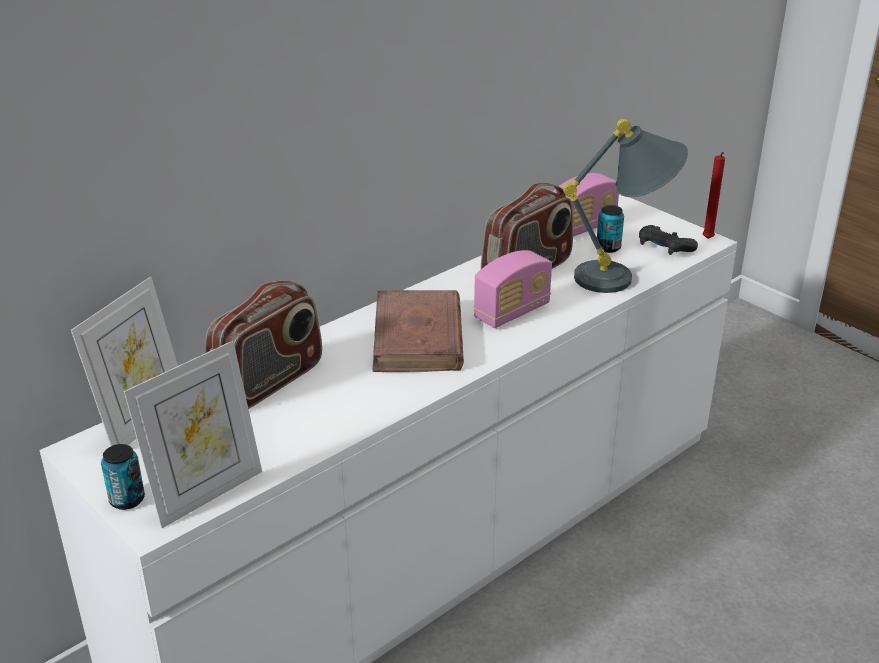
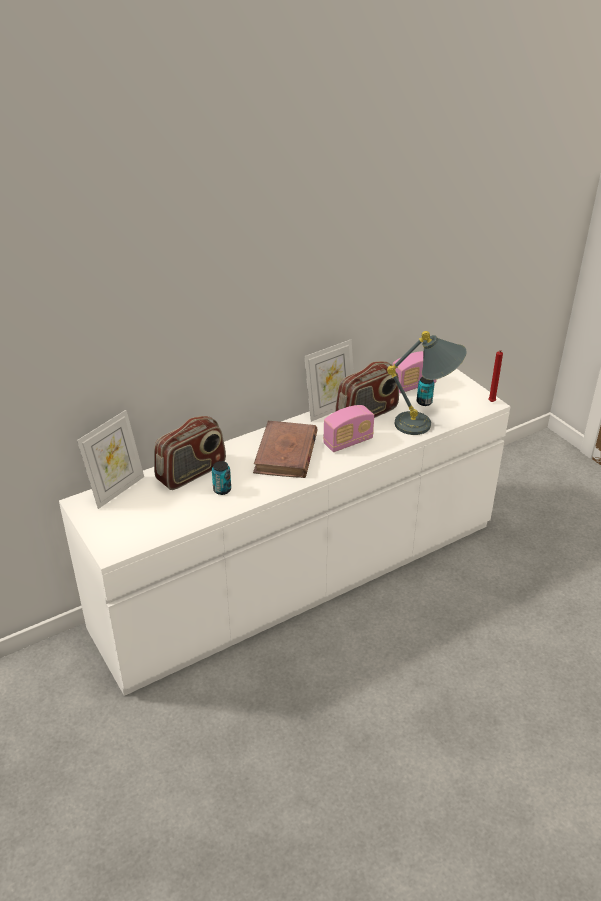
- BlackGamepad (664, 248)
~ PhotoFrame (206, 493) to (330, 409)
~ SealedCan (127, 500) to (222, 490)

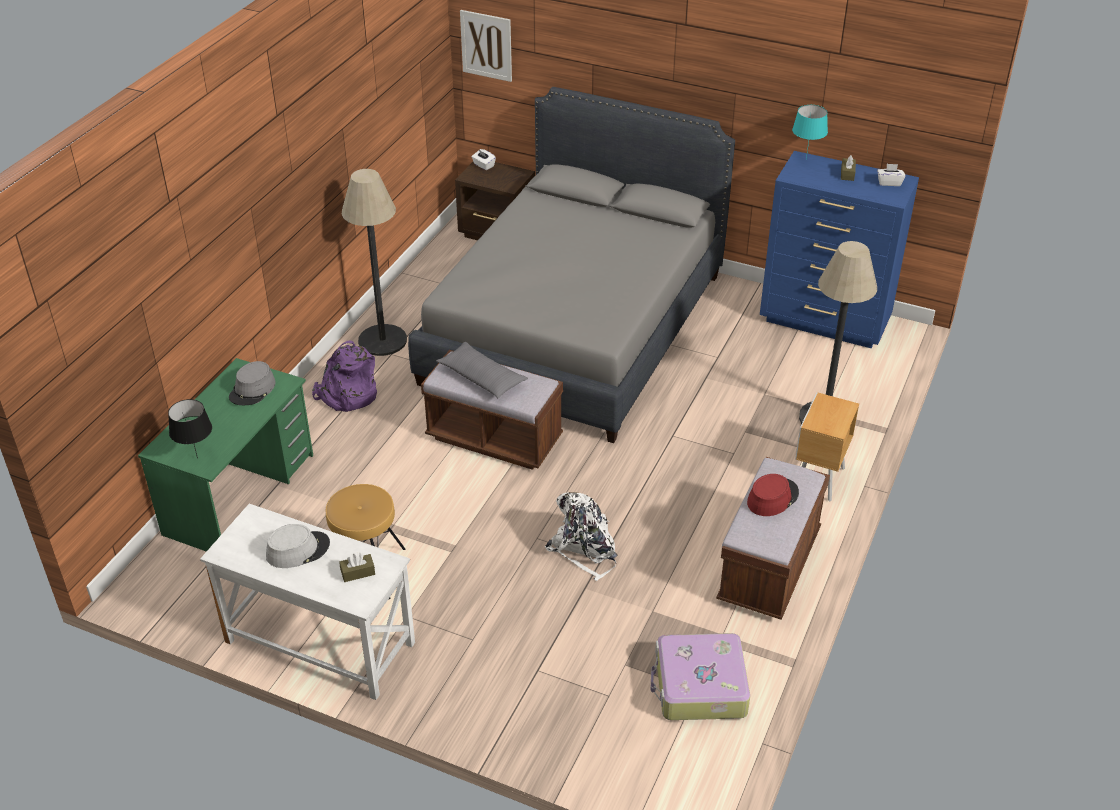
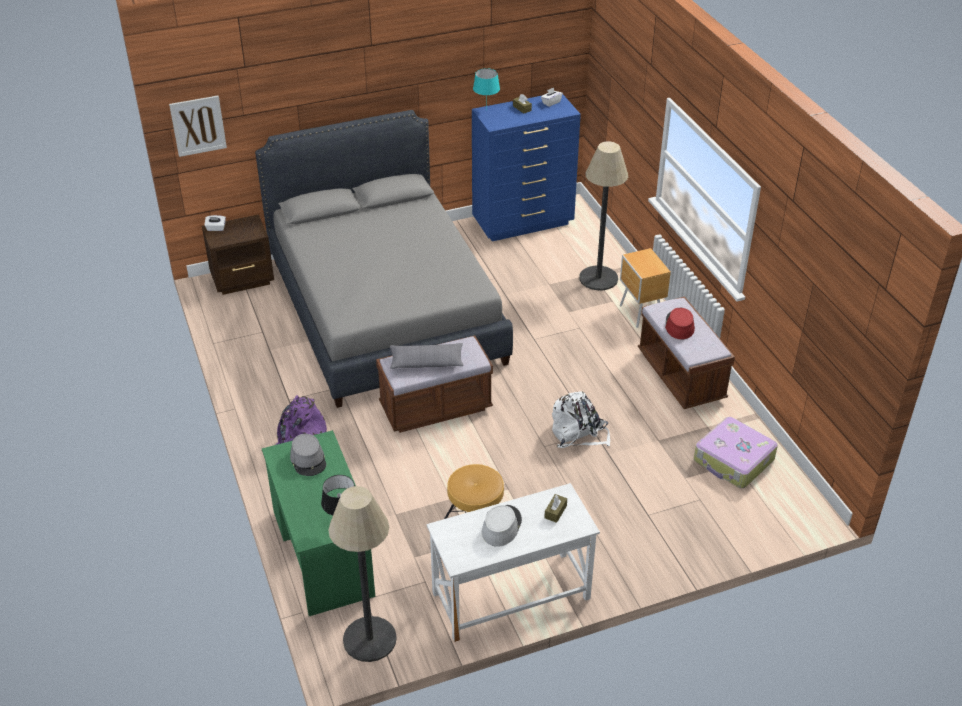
~ StandardLamp (382, 340) to (369, 639)

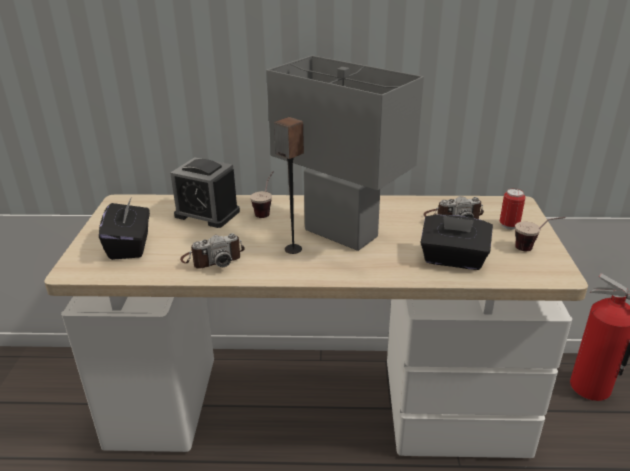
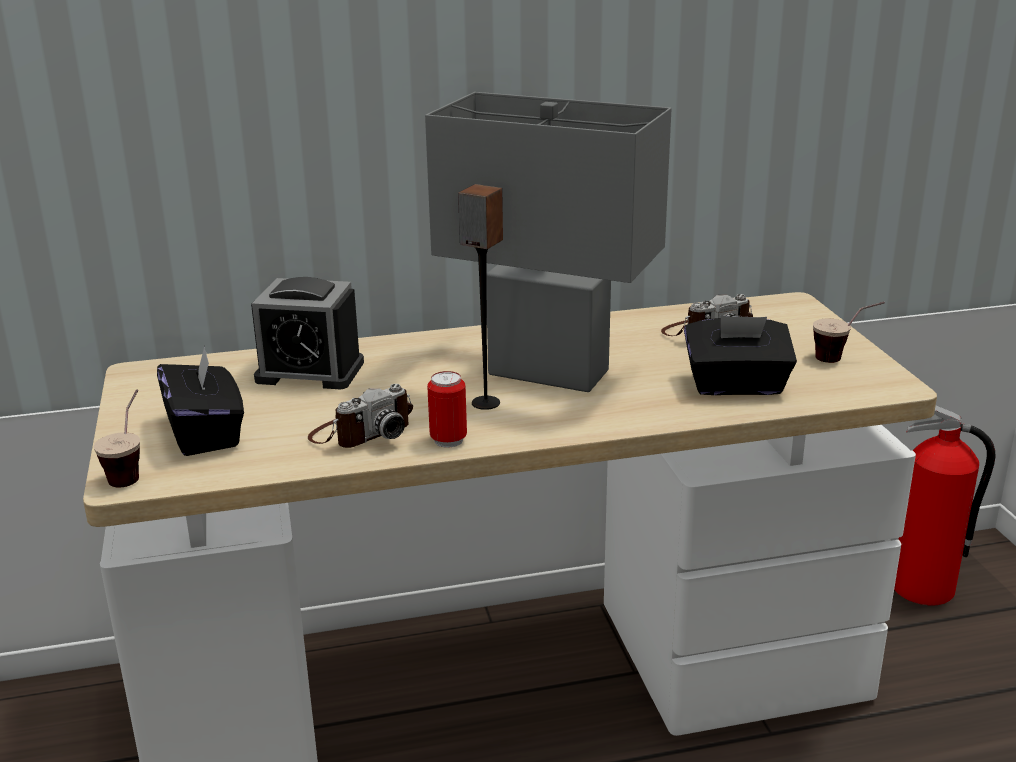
~ Cup (266, 211) to (131, 471)
~ SealedCan (509, 225) to (448, 440)

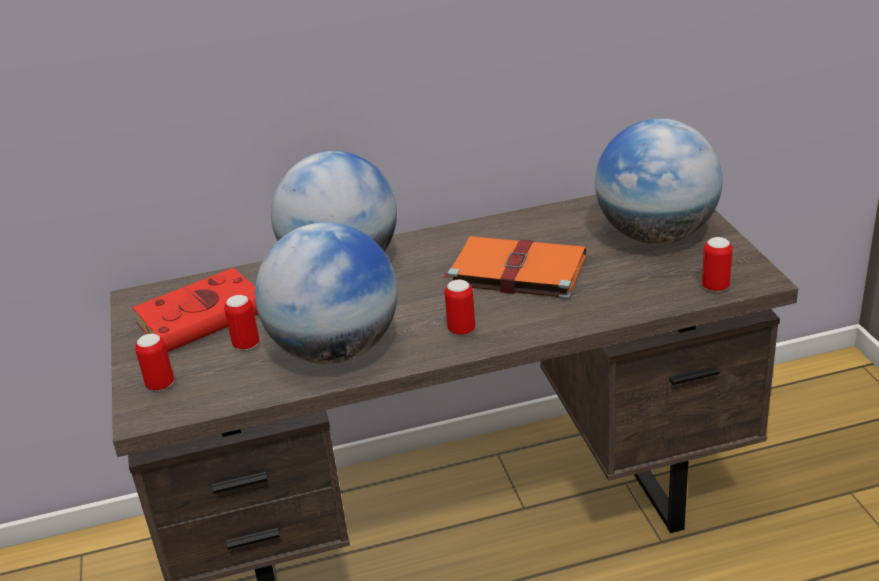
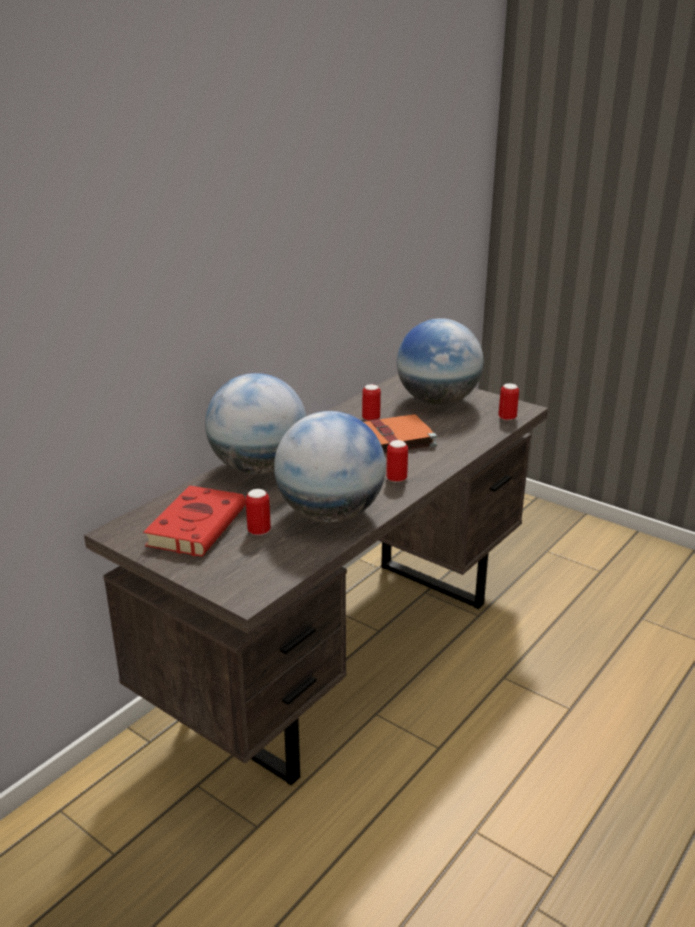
~ SealedCan (160, 385) to (371, 419)

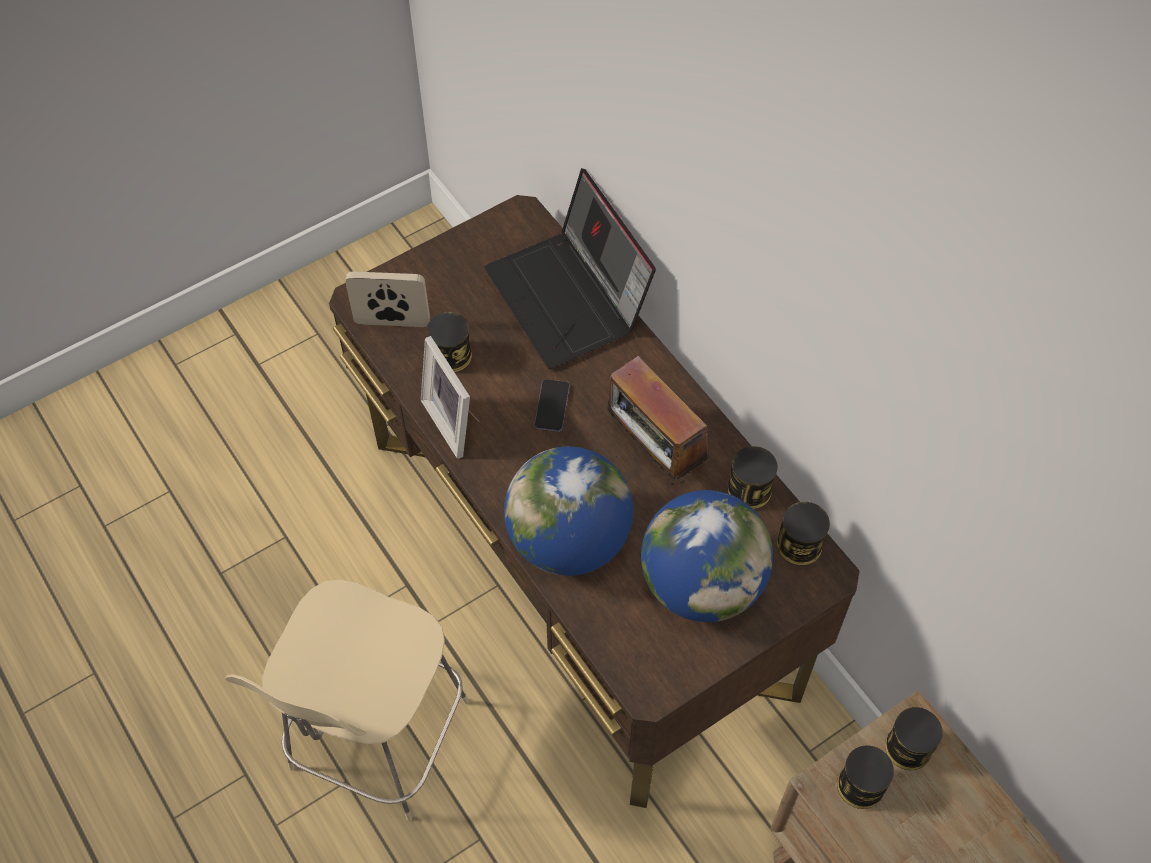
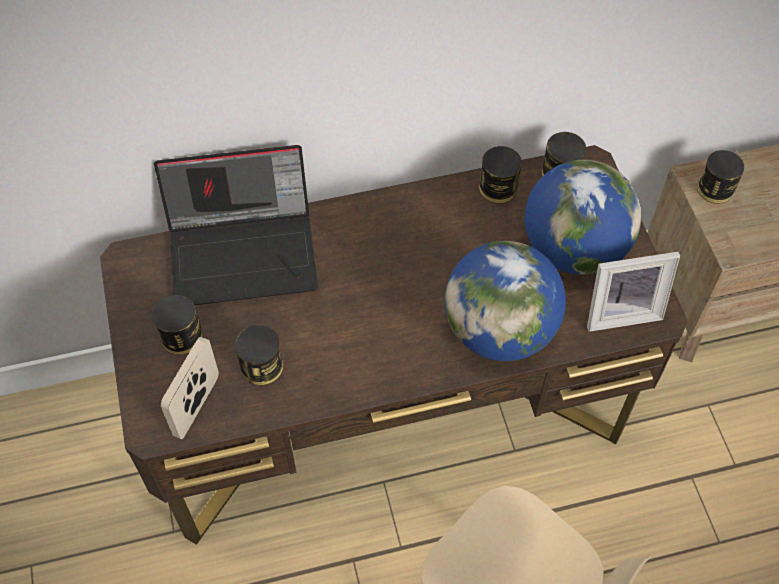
~ PhotoFrame (455, 421) to (620, 311)
- RadioReceiver (653, 451)
- Phone (552, 406)
~ SealedCan (860, 786) to (181, 336)

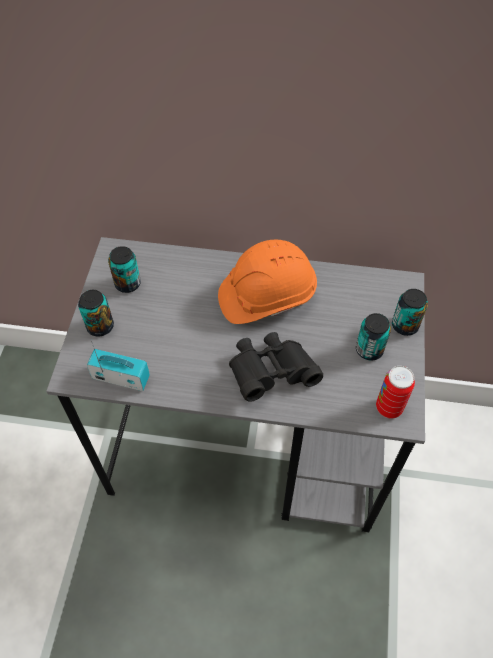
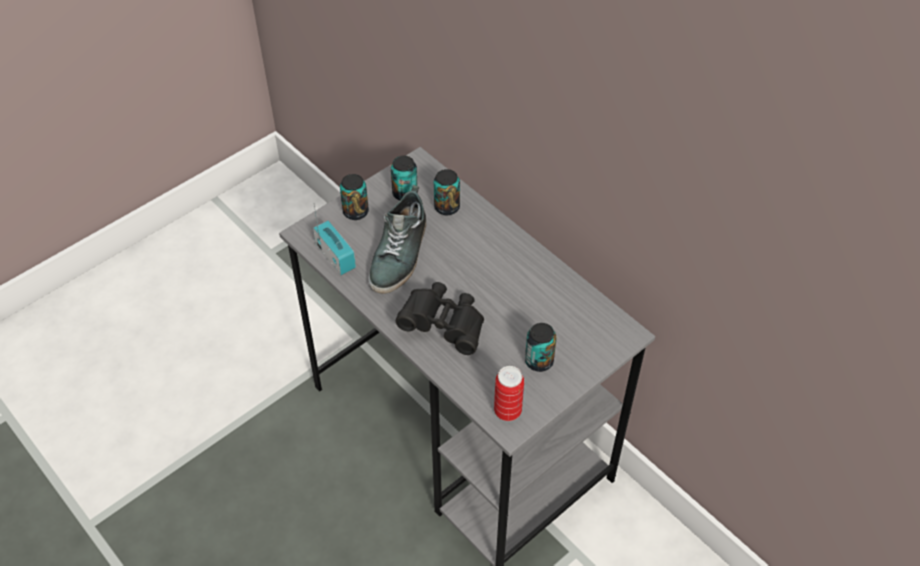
- OrangeColouredHardHat (266, 296)
~ SealedCan (405, 325) to (447, 207)
+ Shoe (400, 254)

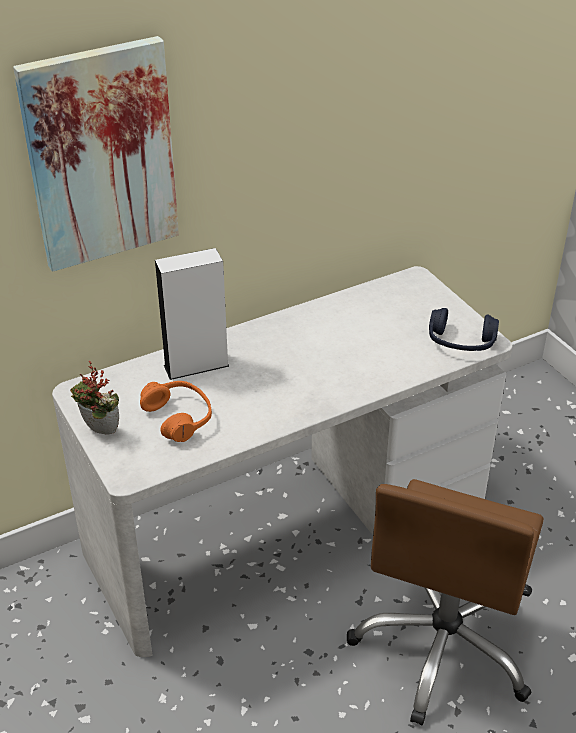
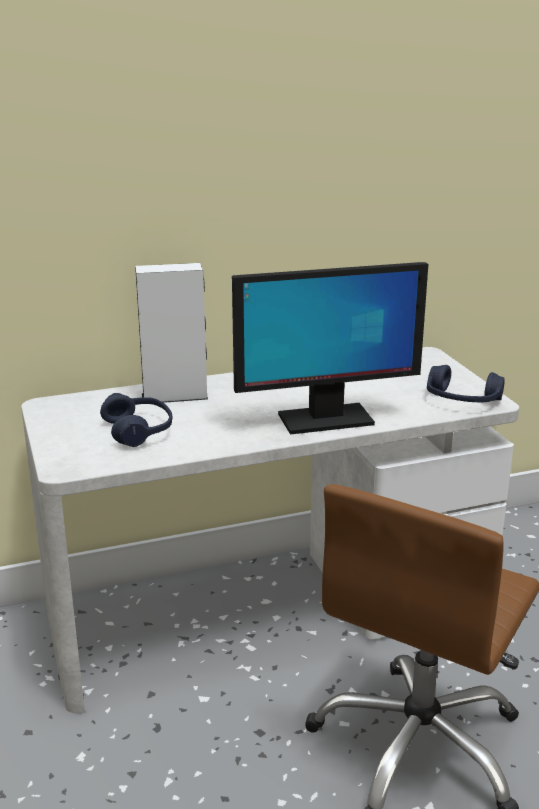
- WallArt (100, 155)
- Houseplant (99, 432)
~ OrangeColouredHeadphones (179, 417) to BluishHeadphones (139, 430)
+ ComputerScreen (324, 420)

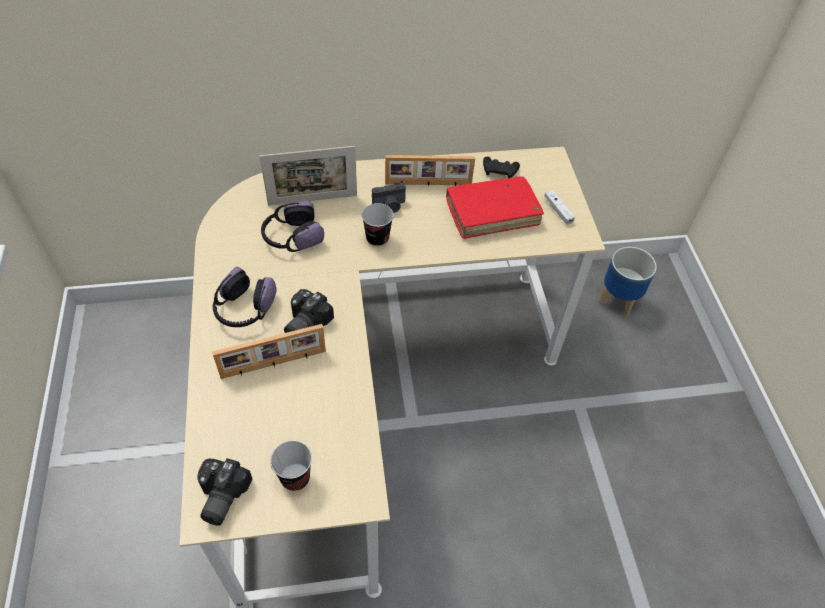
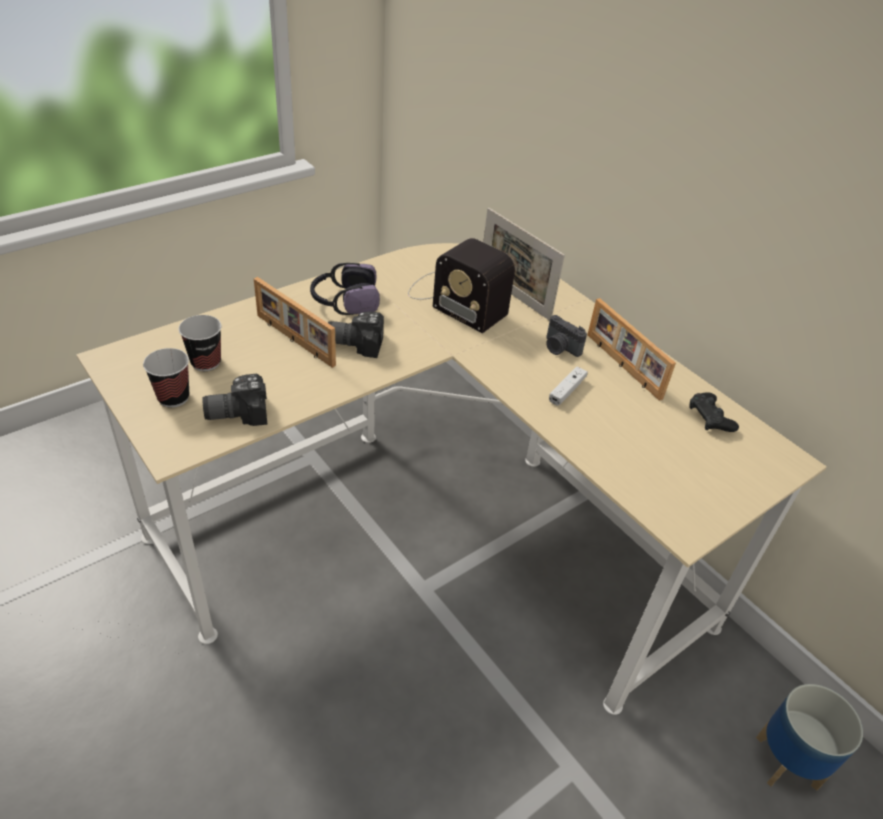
- ReddishVolume (492, 213)
~ WhiteColouredGamepad (558, 210) to (567, 390)
~ Headphones (292, 237) to RadioReceiver (454, 299)
~ Cup (377, 238) to (206, 362)
~ StillCamera (219, 497) to (237, 411)

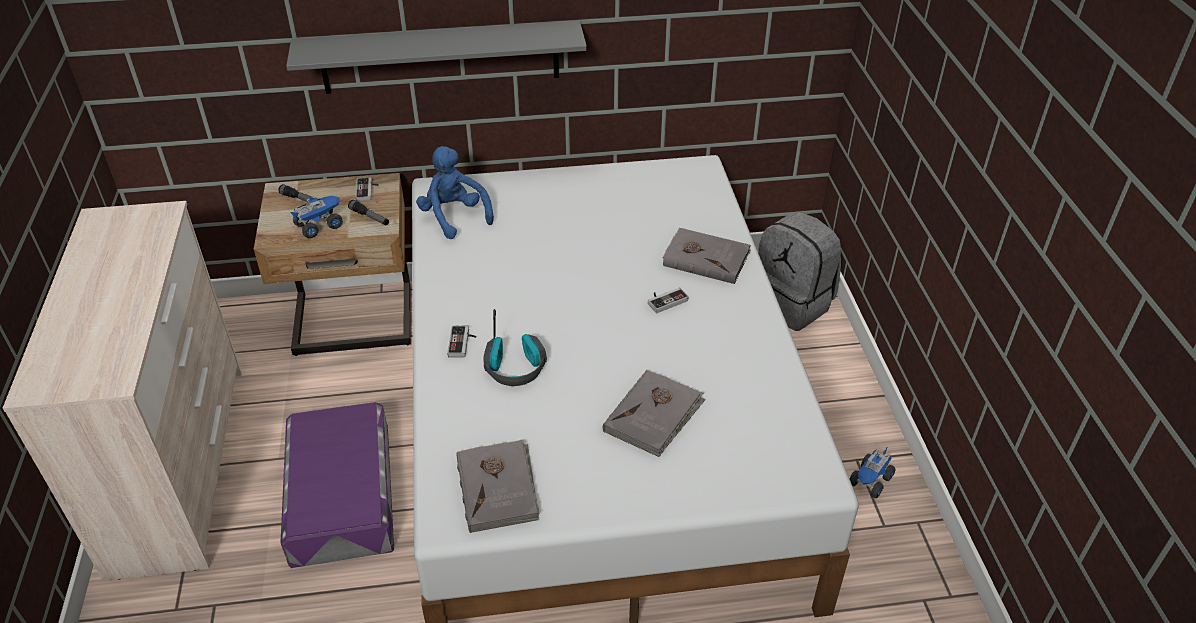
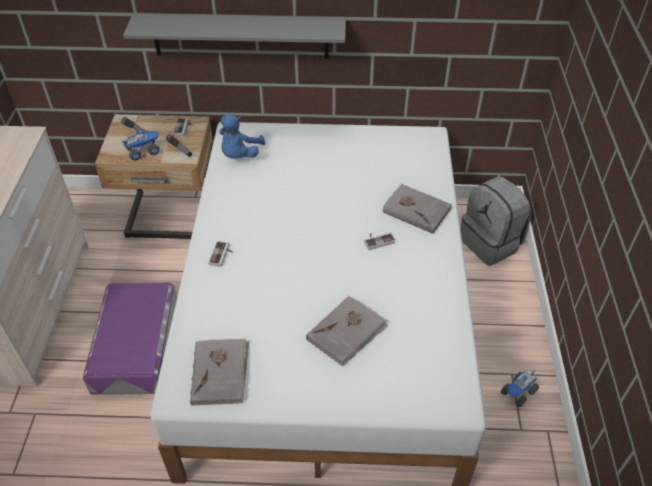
~ BluishPlushToy (454, 217) = (240, 155) 135 degrees counterclockwise
- Headphones (515, 368)

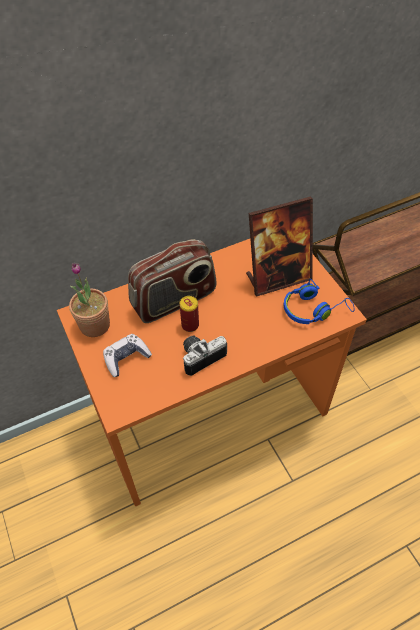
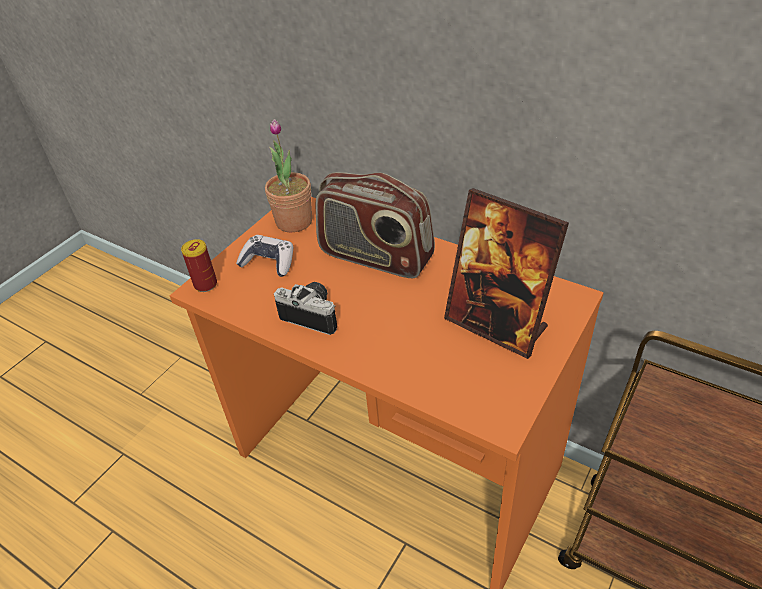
- BluishHeadphones (313, 309)
~ SealedCan (190, 325) to (205, 284)

